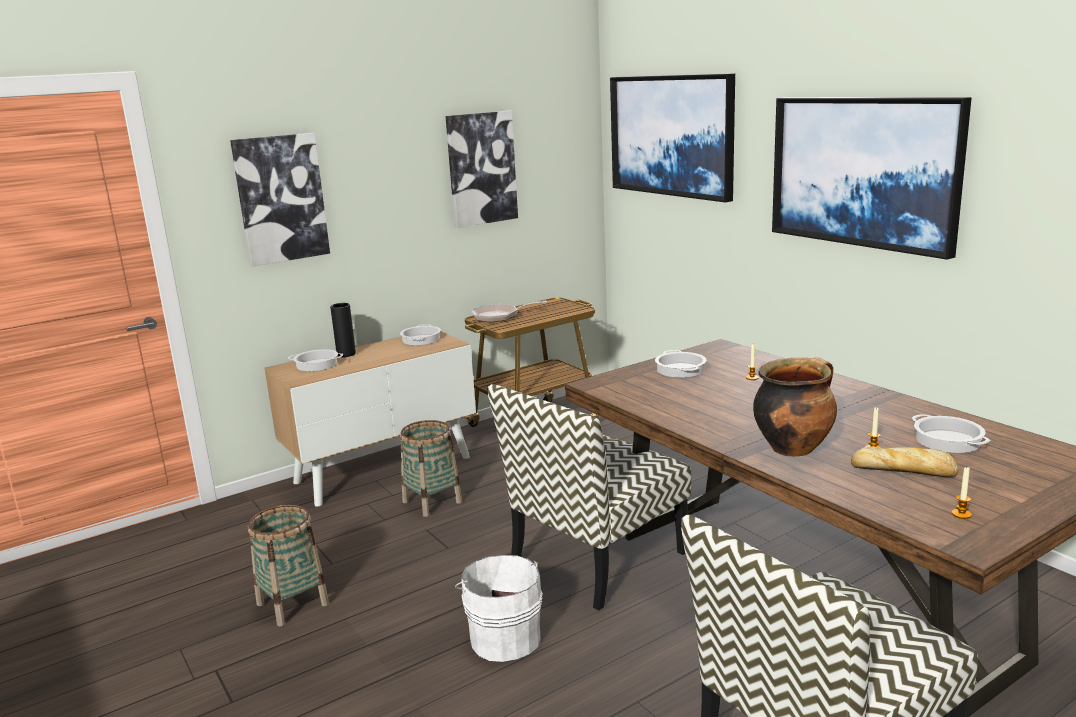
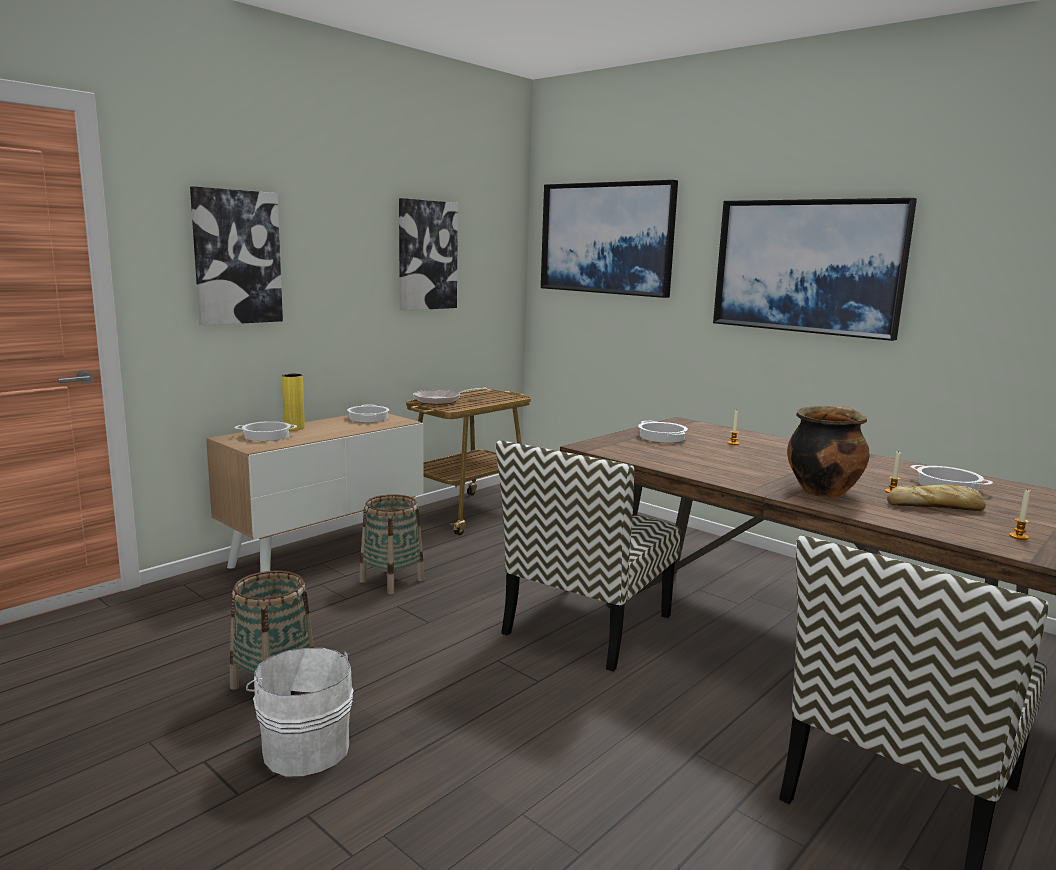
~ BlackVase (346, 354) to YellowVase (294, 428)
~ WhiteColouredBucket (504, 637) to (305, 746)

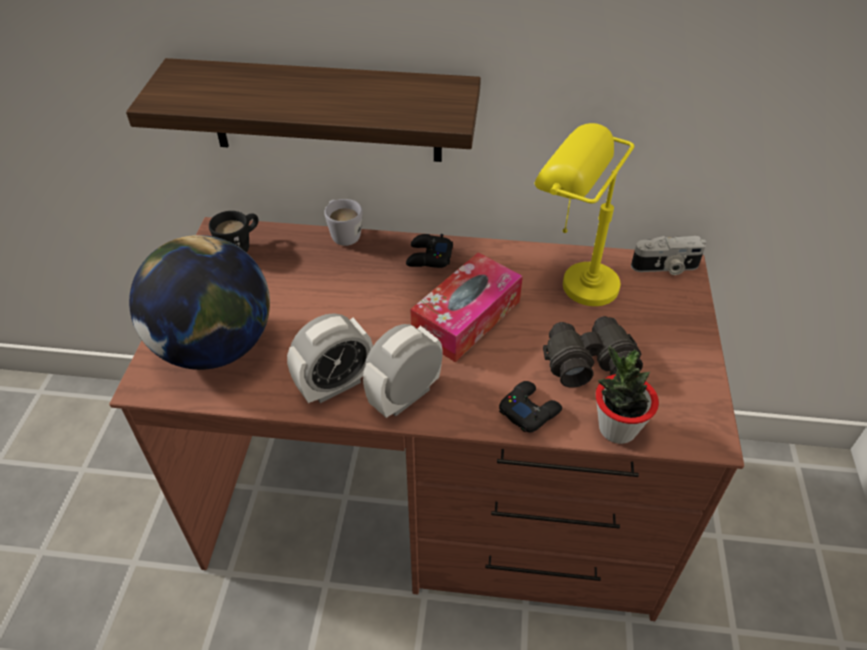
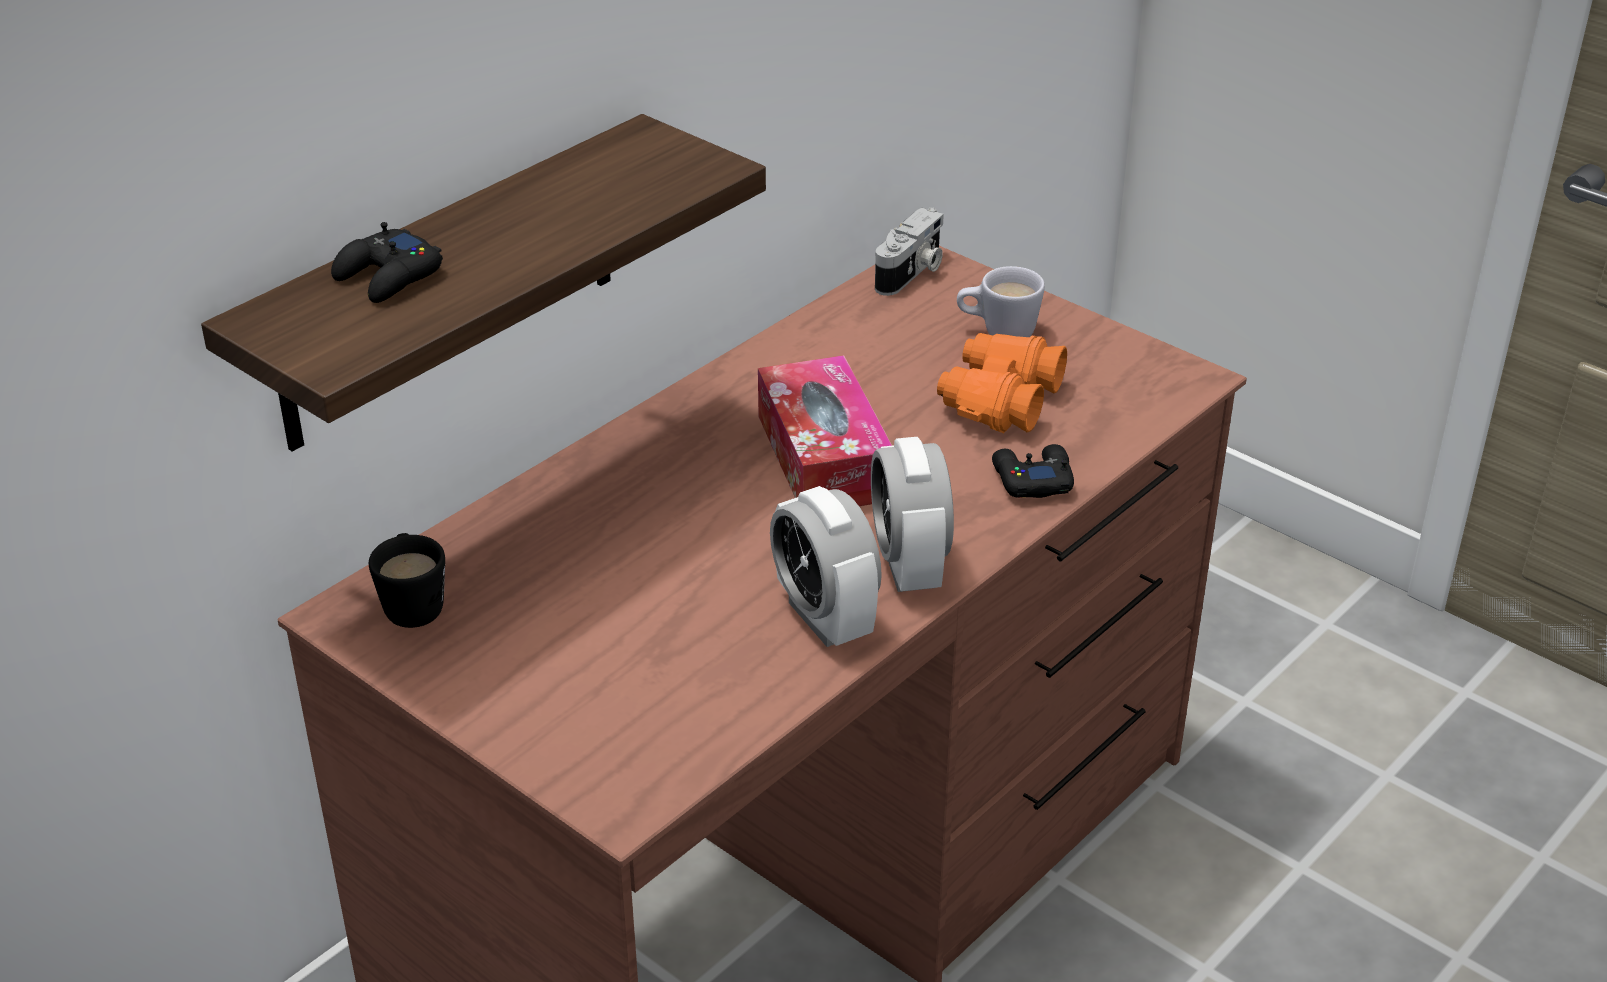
- YellowTabletopLamp (571, 281)
~ WhiteColouredTeaMug (343, 234) to (997, 332)
~ BlackGamepad (428, 257) to (388, 277)
- DeskGlobe (215, 347)
~ BedsideClock (335, 385) = (824, 618) 150 degrees clockwise
~ BlackFieldGlasses (588, 360) to OrangeColouredFieldGlasses (998, 400)
- Houseplant (617, 429)

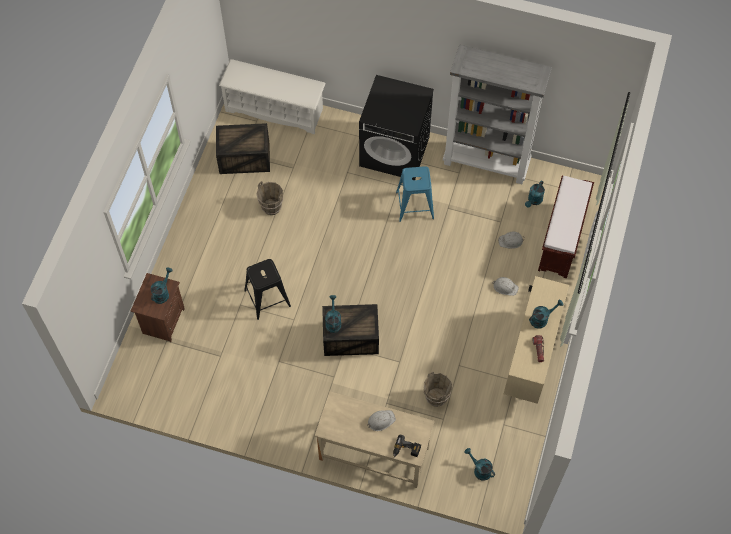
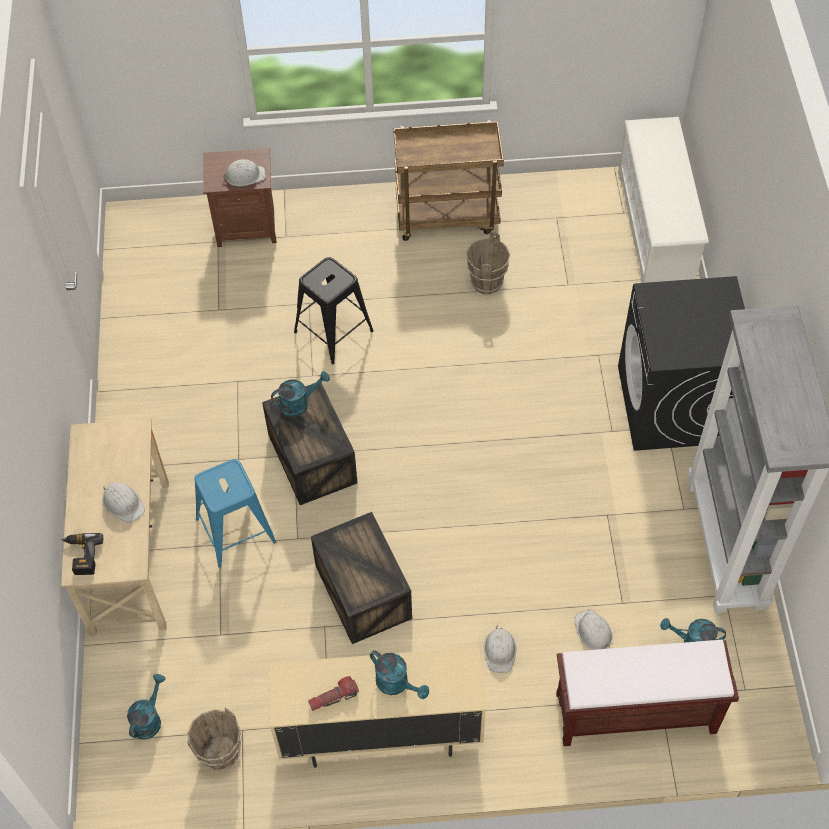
~ PackingCrate (245, 158) to (364, 593)
~ BluishStoolSeat (414, 205) to (235, 530)
~ TurquoiseColouredSprinklingCan (162, 293) to WhiteColouredHardHat (245, 175)
~ BrownColouredBucket (436, 397) to (221, 754)
+ BrownColouredTrolley (448, 216)

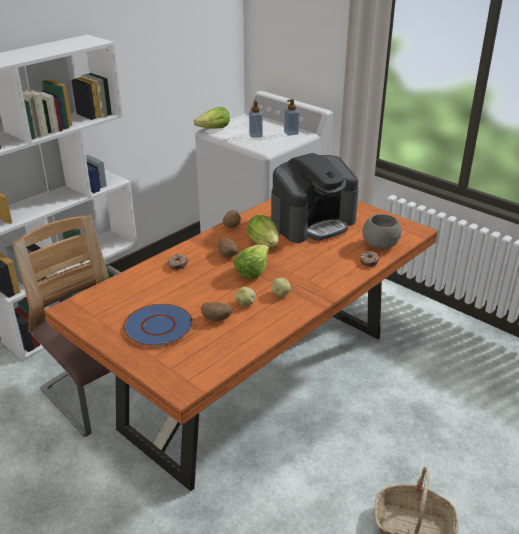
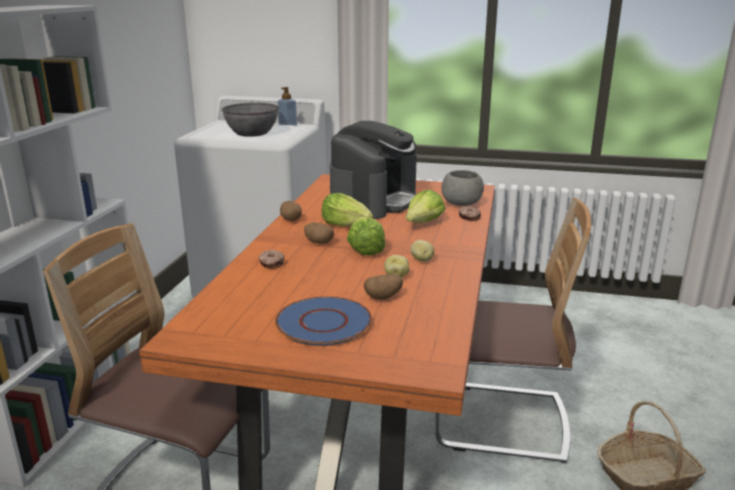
~ SoapBottle (255, 135) to GrayServingBowl (252, 133)
~ Lettuce (214, 129) to (424, 223)
+ UprightChair (499, 421)

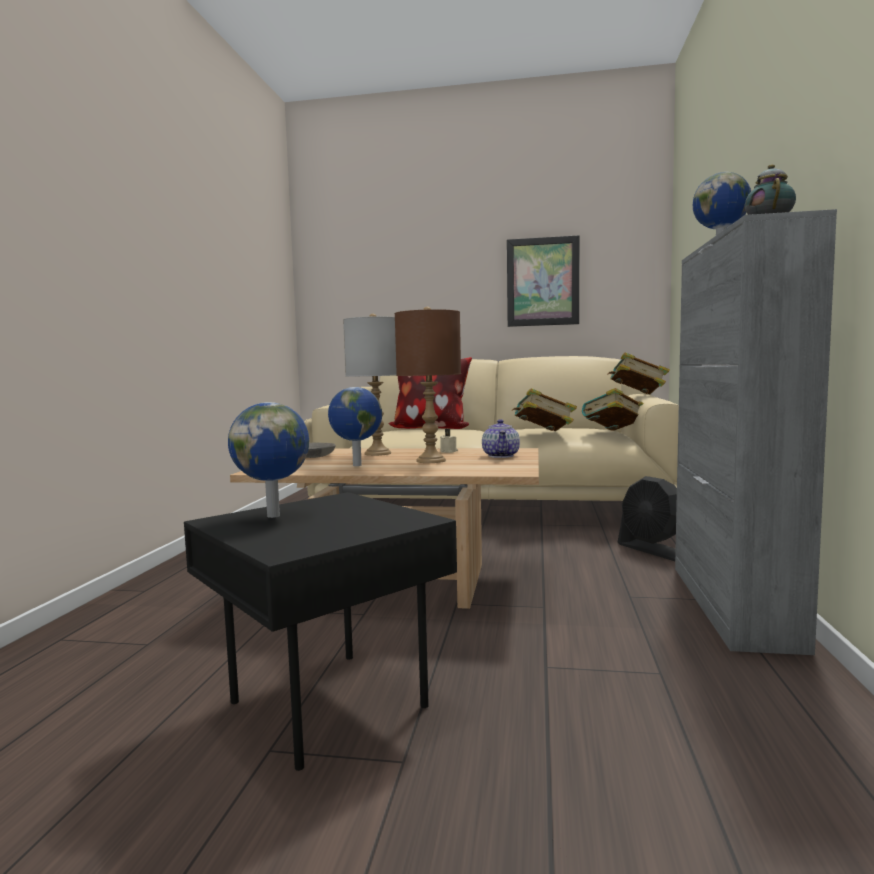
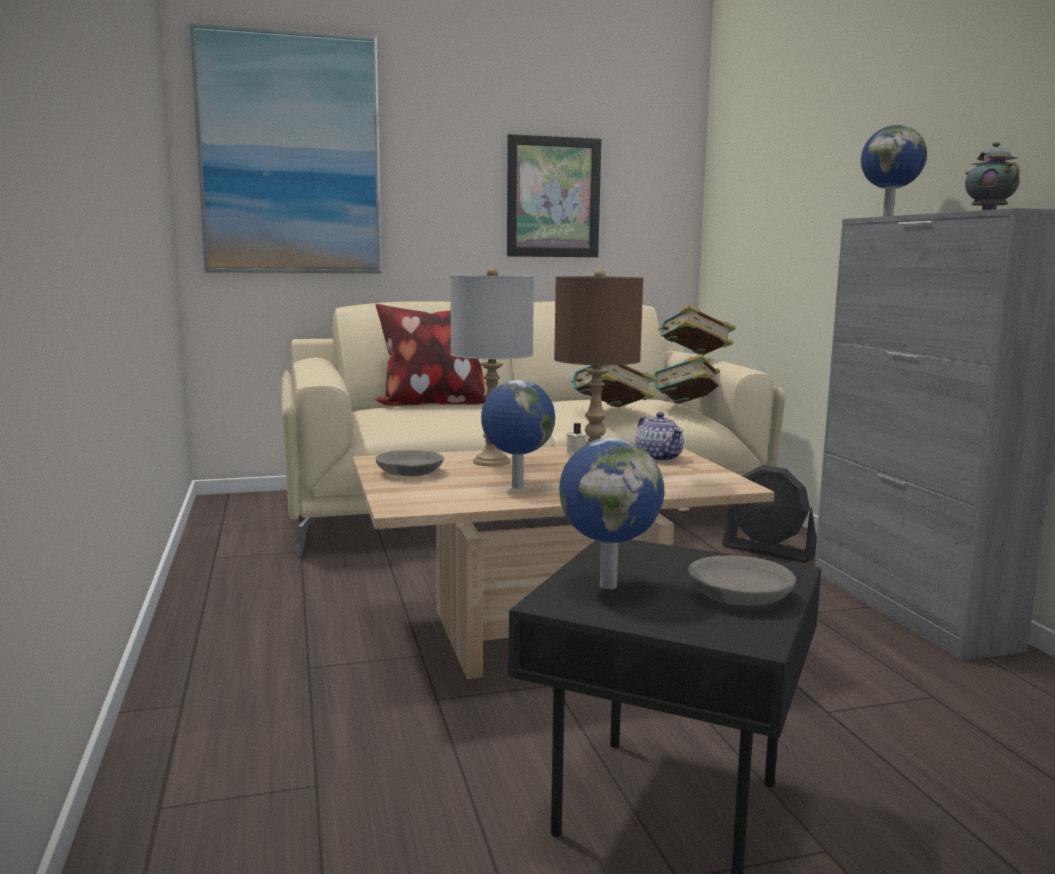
+ WallArt (290, 155)
+ GrayServingBowl (738, 595)

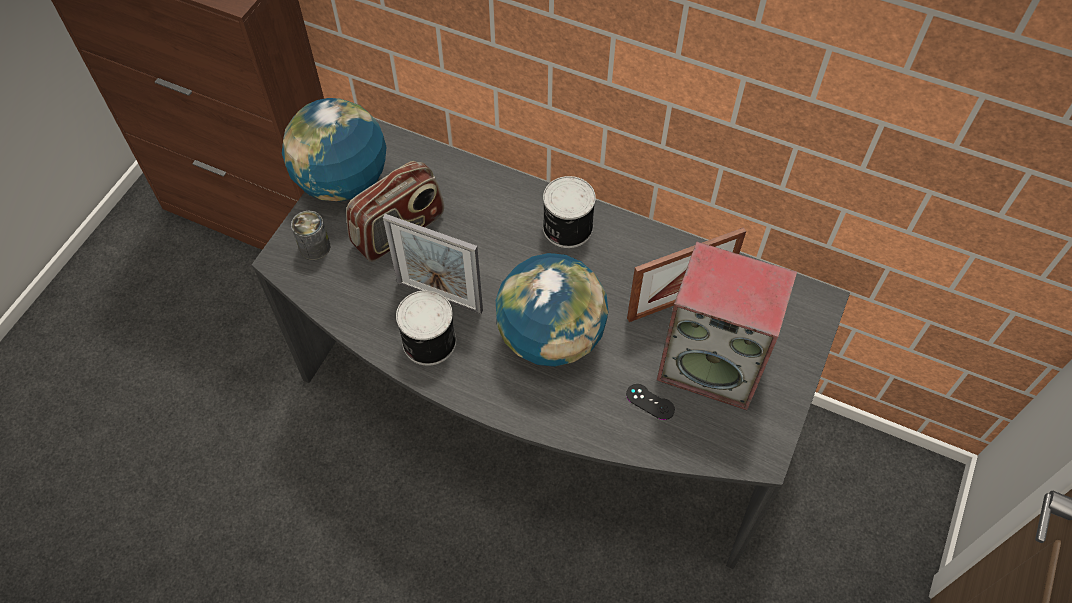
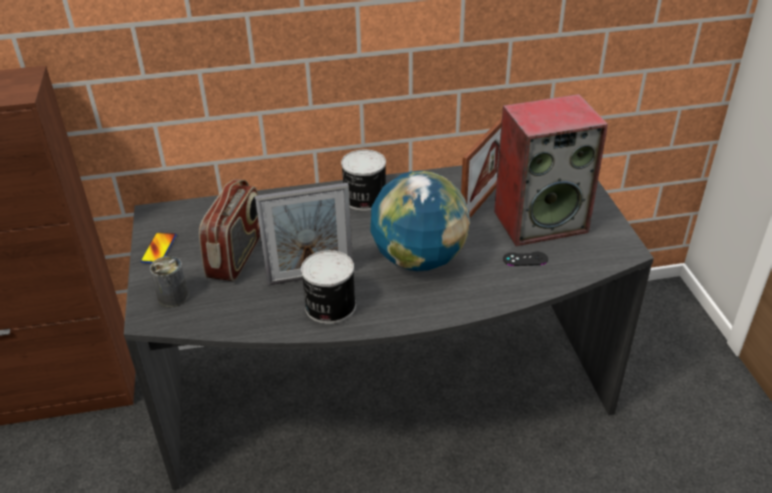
~ DeskGlobe (343, 182) to Phone (159, 248)

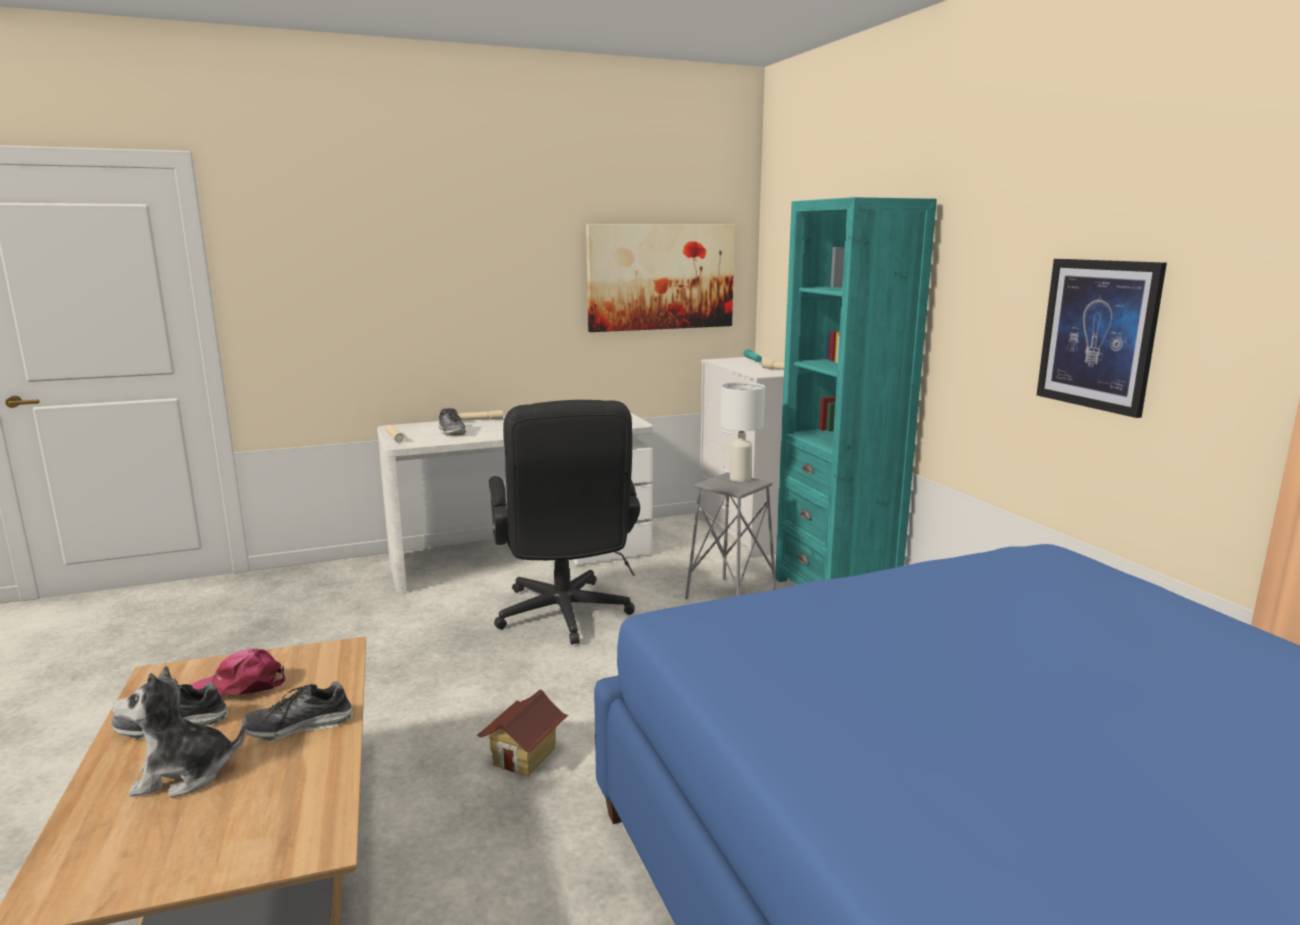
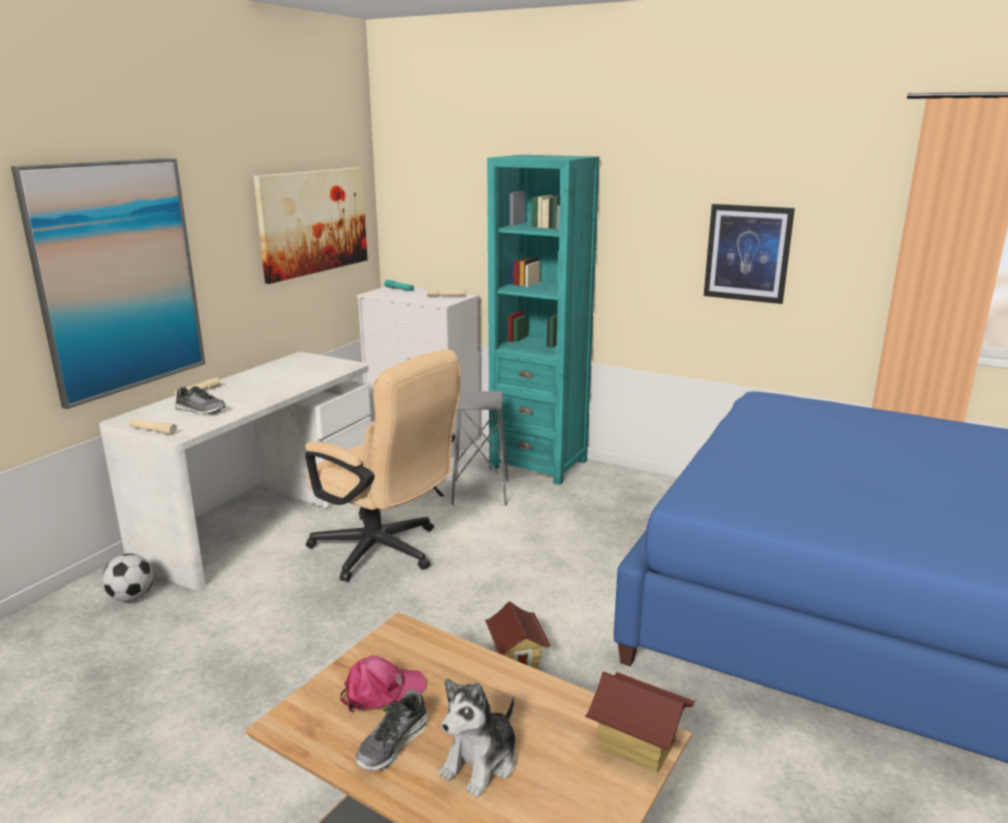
- WhiteColouredTabletopLamp (741, 479)
~ BlackOfficeChair (564, 618) to BeigeOfficeChair (385, 552)
~ PinkColouredBaseballCap (240, 686) = (381, 691) 150 degrees counterclockwise
- Shoe (299, 726)
+ WallArt (118, 278)
+ BallForFootball (131, 598)
+ ToyHouse (637, 745)

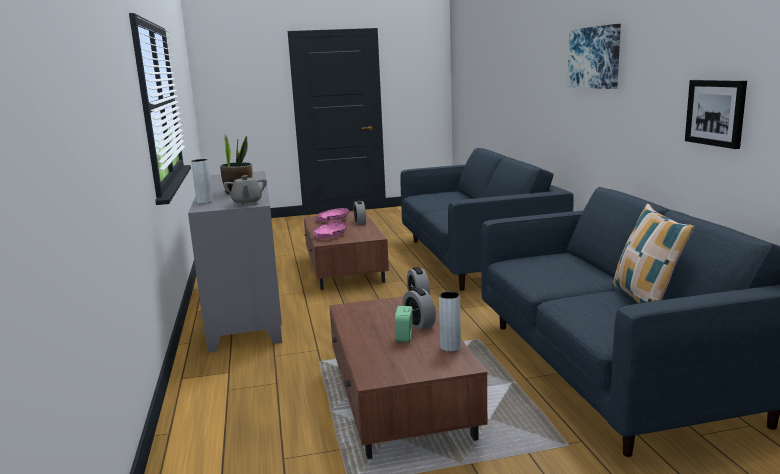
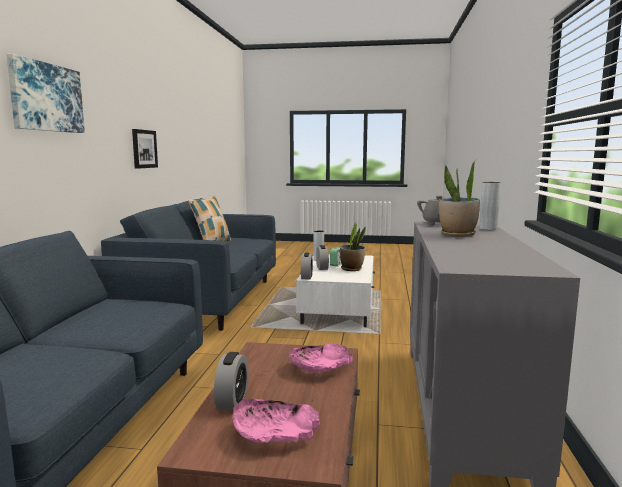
~ BrownColouredLowTable (400, 401) to WhiteColouredLowTable (338, 308)
+ Houseplant (352, 269)

